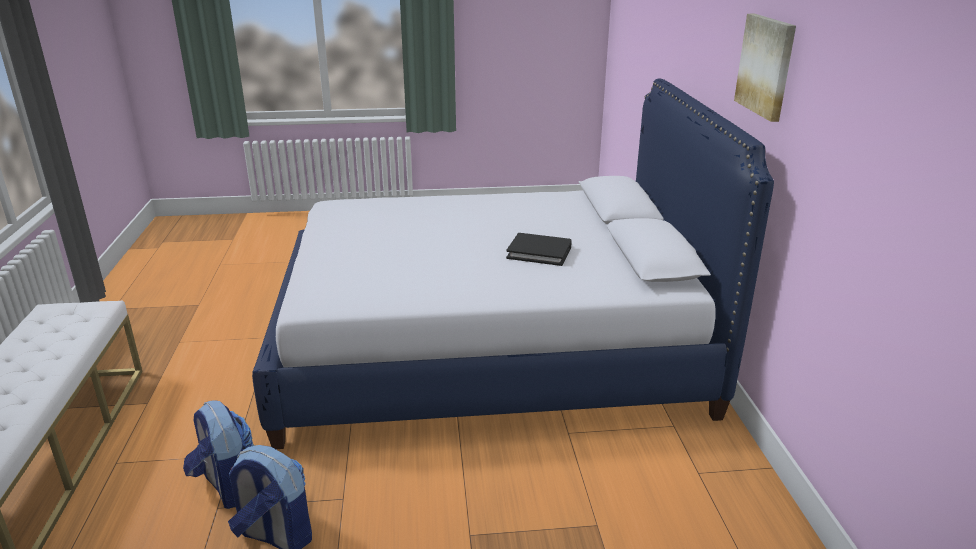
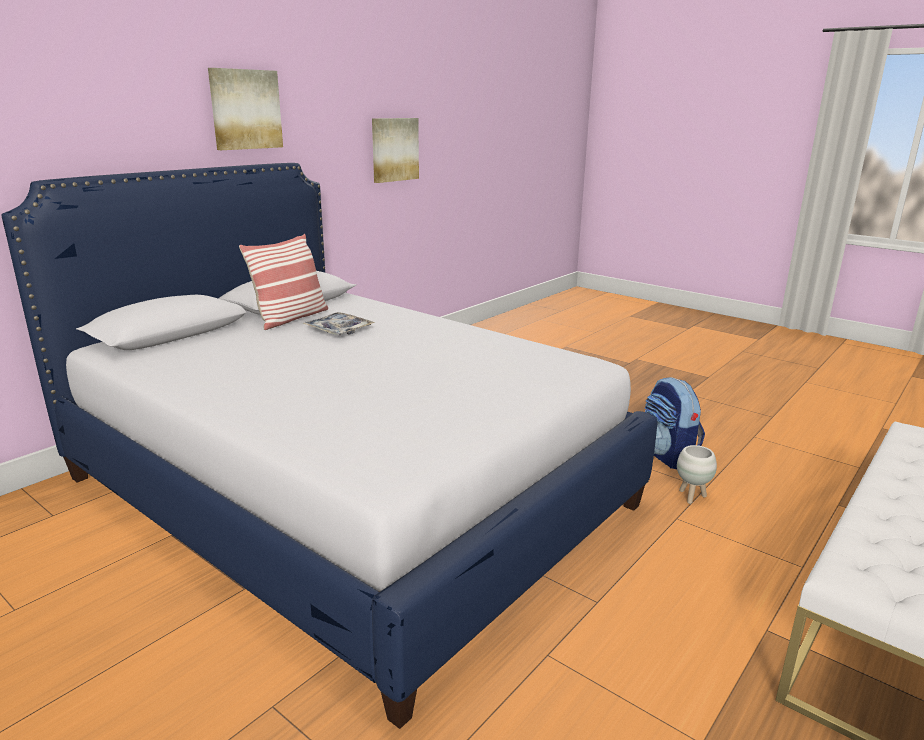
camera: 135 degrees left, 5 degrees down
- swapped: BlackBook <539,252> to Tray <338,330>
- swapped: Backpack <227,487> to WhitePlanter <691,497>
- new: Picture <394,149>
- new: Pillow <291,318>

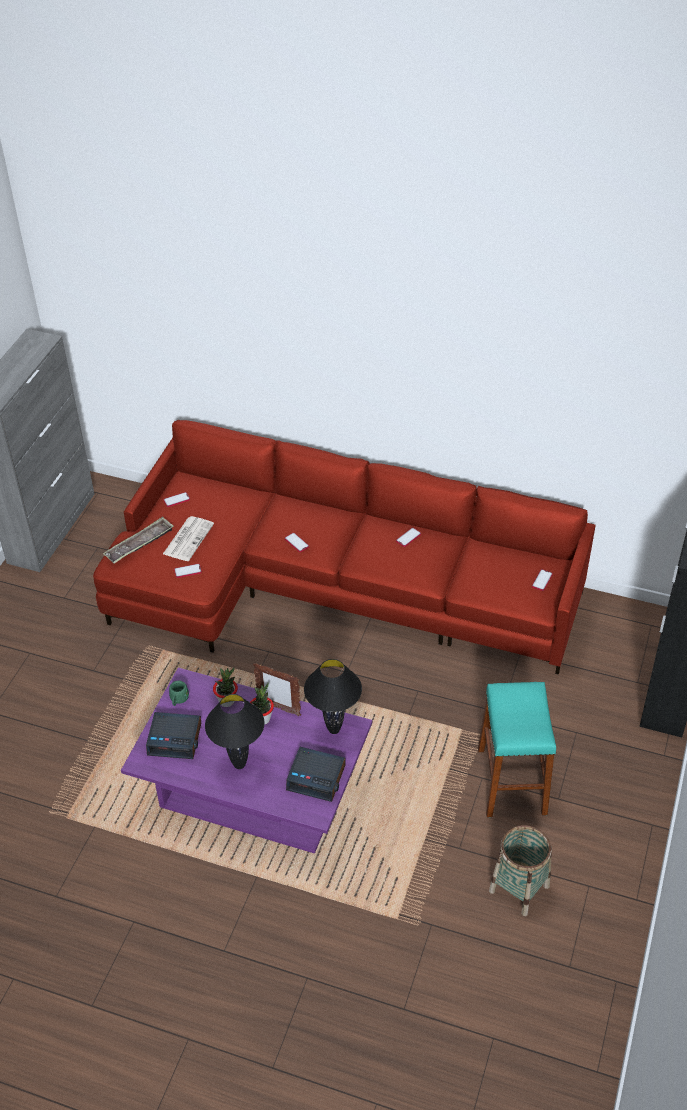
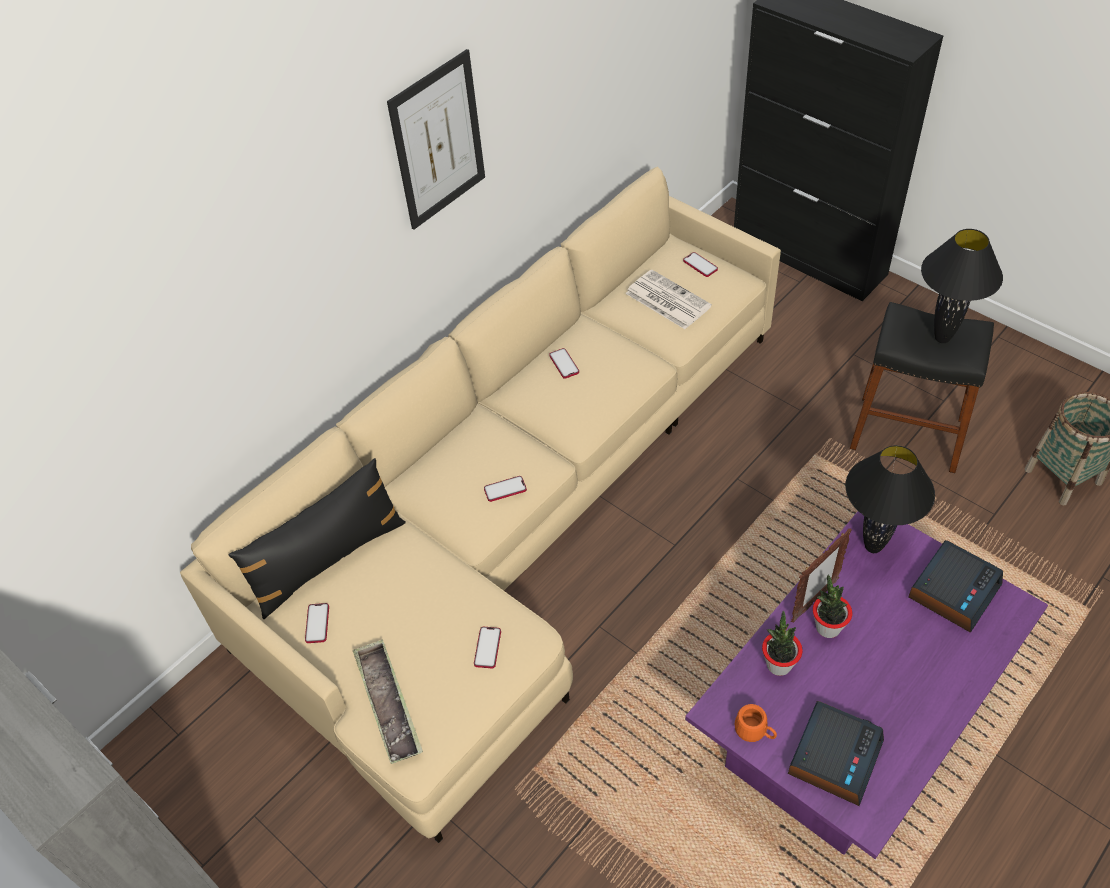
camera: 65 degrees left, 5 degrees up
- repainted: RedSofa <331,587> to BeigeSofa <514,517>
- shifted: Newspaper <188,538> to <666,300>
- repainted: GreenMug <178,700> to OrangeMug <755,732>
- repainted: TurquoiseStool <511,781> to BlackStool <907,433>
- shifted: BlackTableLamp <239,764> to <941,339>
- new: Picture <438,141>
- new: BlackPillow <328,560>

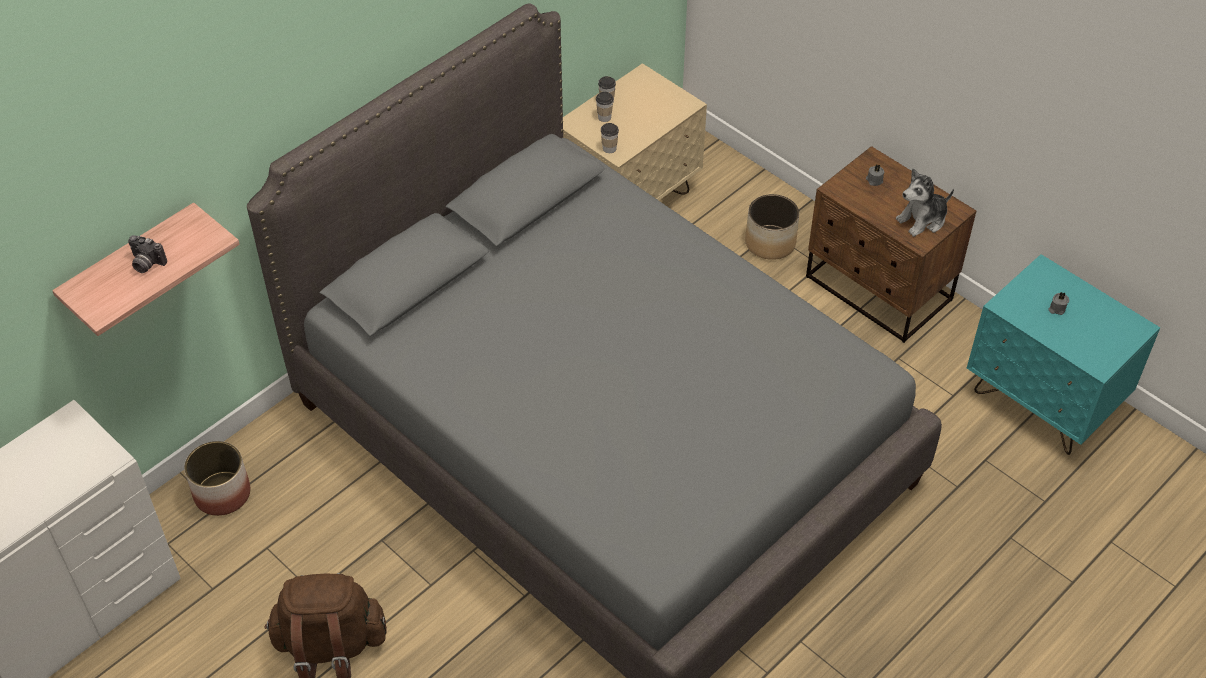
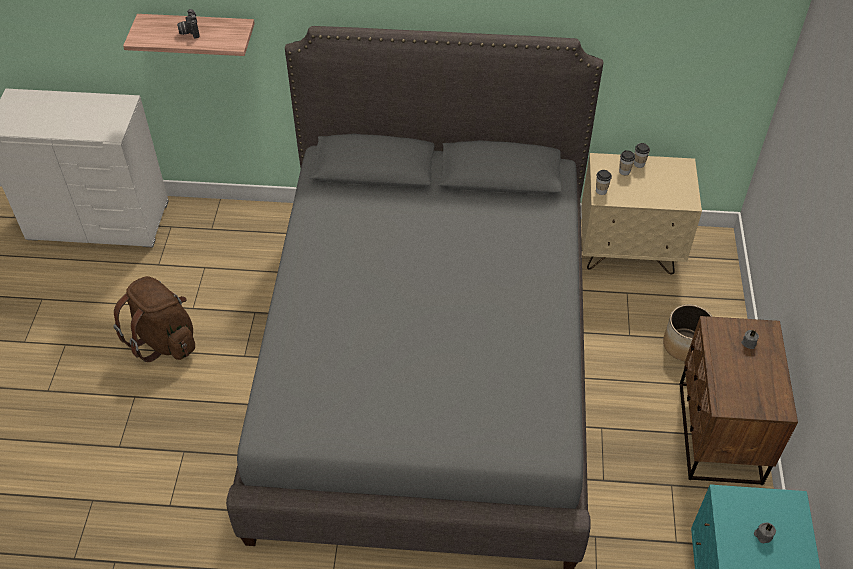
camera: 50 degrees right, 0 degrees up
- gone: PlushToy <922,220>
- gone: Planter <222,494>

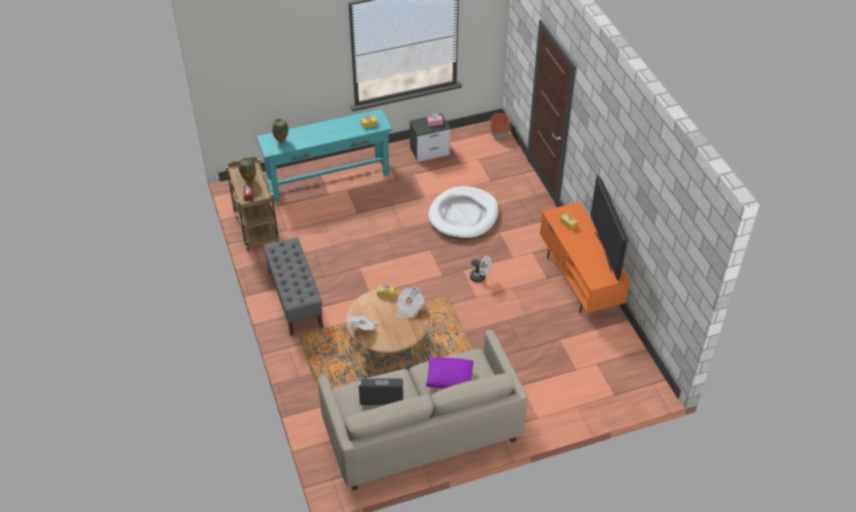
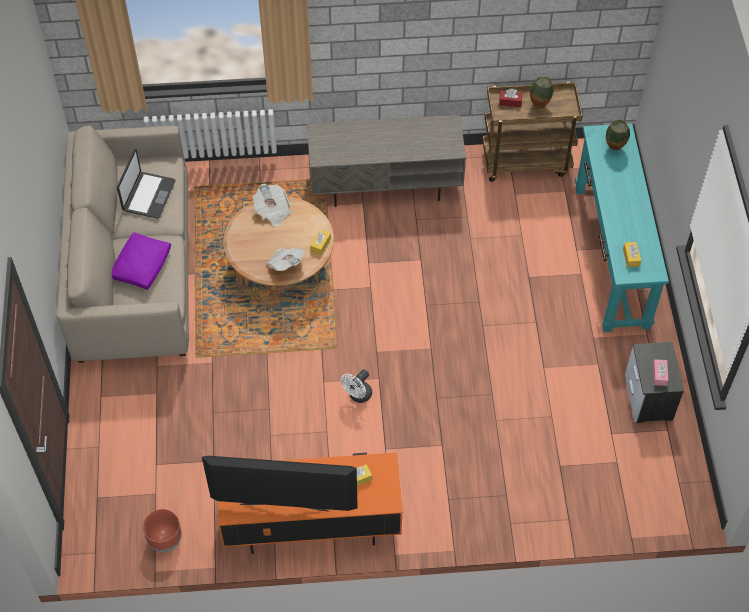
camera: 105 degrees right, 10 degrees up
- shifted: BrownPlanter <499,135> to <165,541>
- gone: WhiteDogBed <463,215>
- swapped: GreyBench <295,299> to GreyTvStand <386,184>

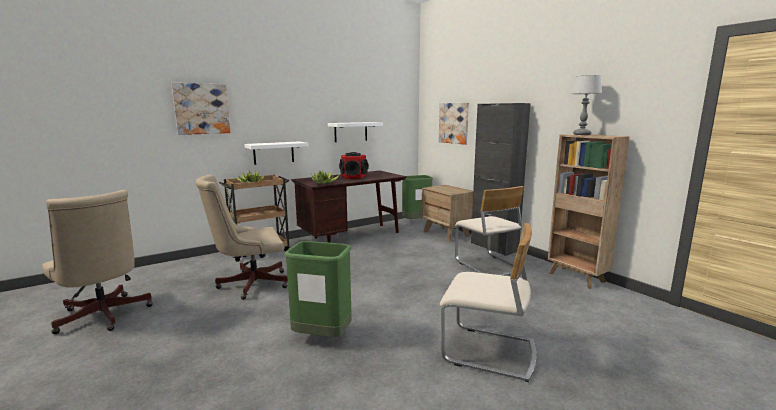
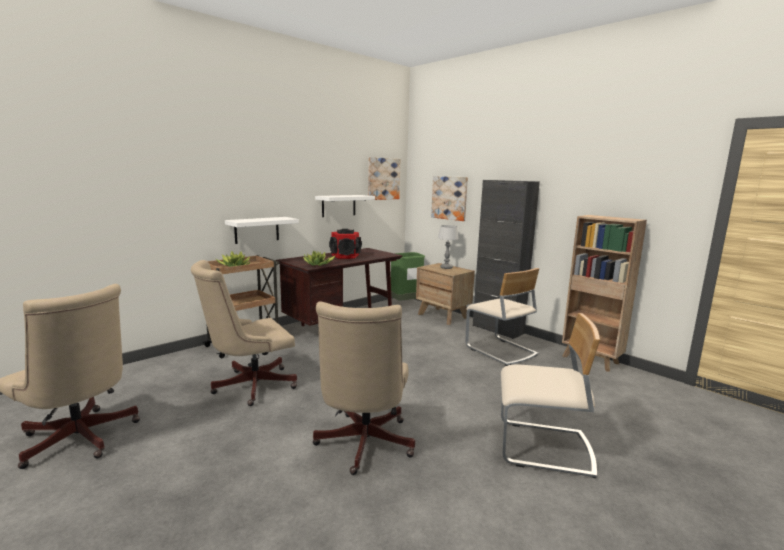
camera: 10 degrees left, 0 degrees up
- shifted: TableLamp <582,134> to <446,268>
- shifted: Picture <201,109> to <383,178>
- swapped: GreenTrashCan <322,337> to BeigeOfficeChair <363,446>

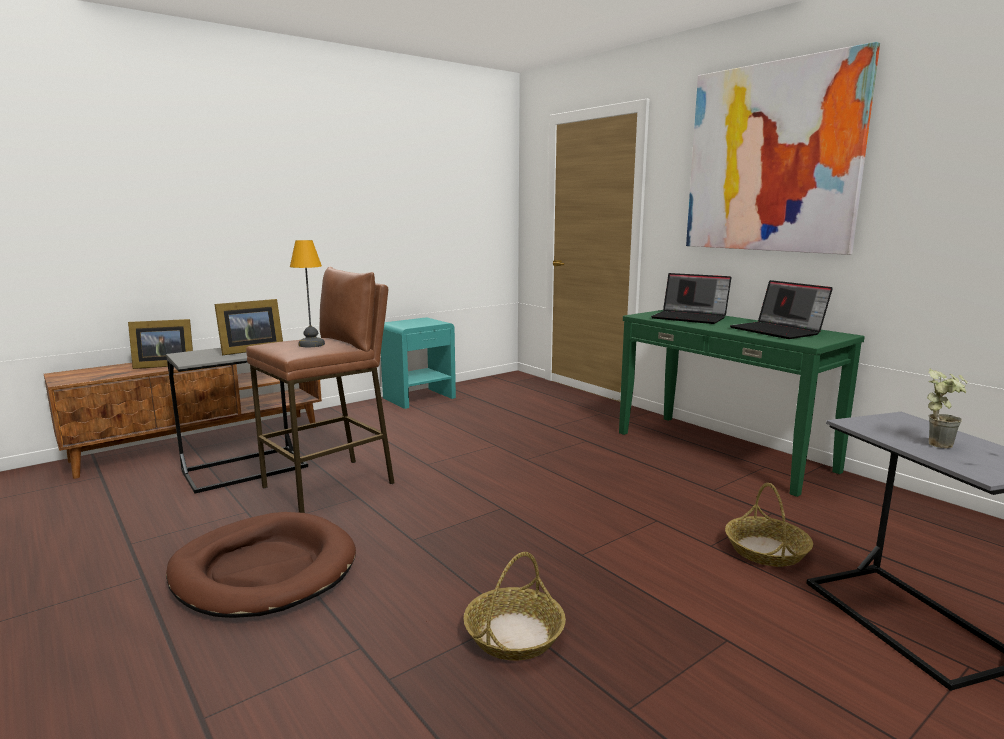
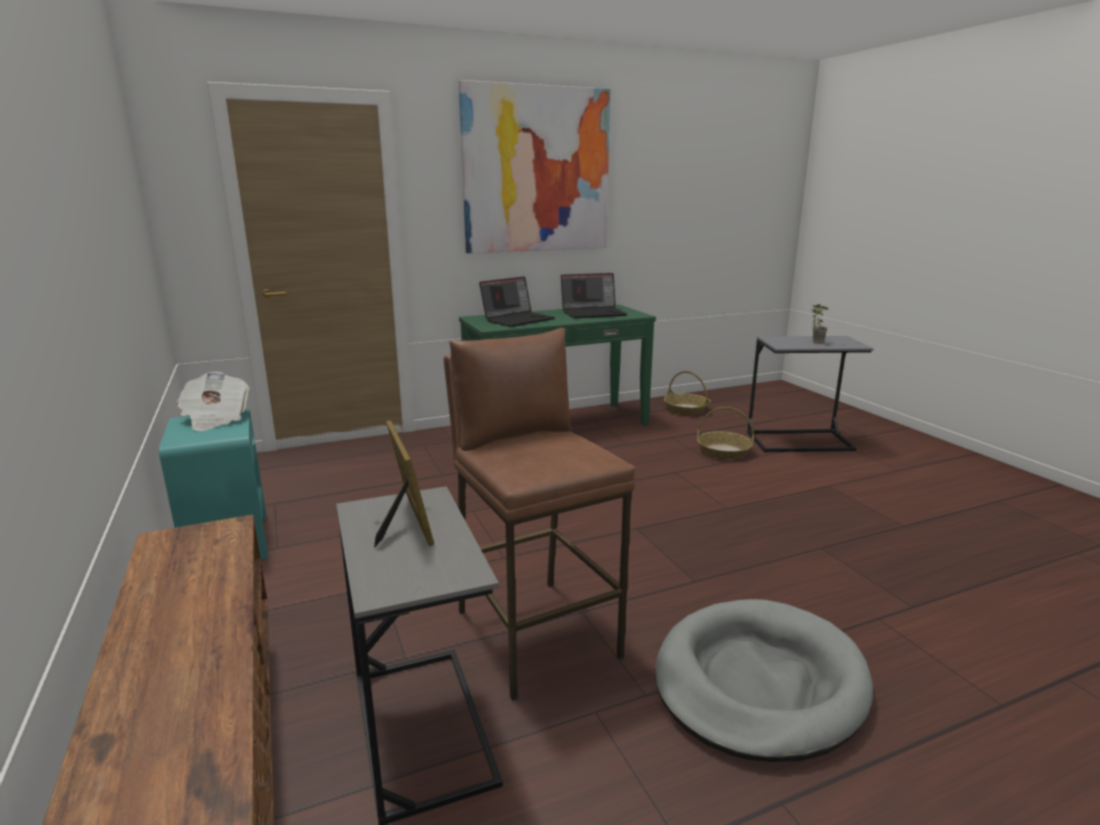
camera: 75 degrees left, 5 degrees up
- gone: TableLamp <311,344>
- gone: PictureFrame <163,365>
- repainted: BrownDogBed <264,570> to GreyDogBed <758,682>
- shifted: Basket <514,634> to <686,409>
- new: Newspaper <215,418>

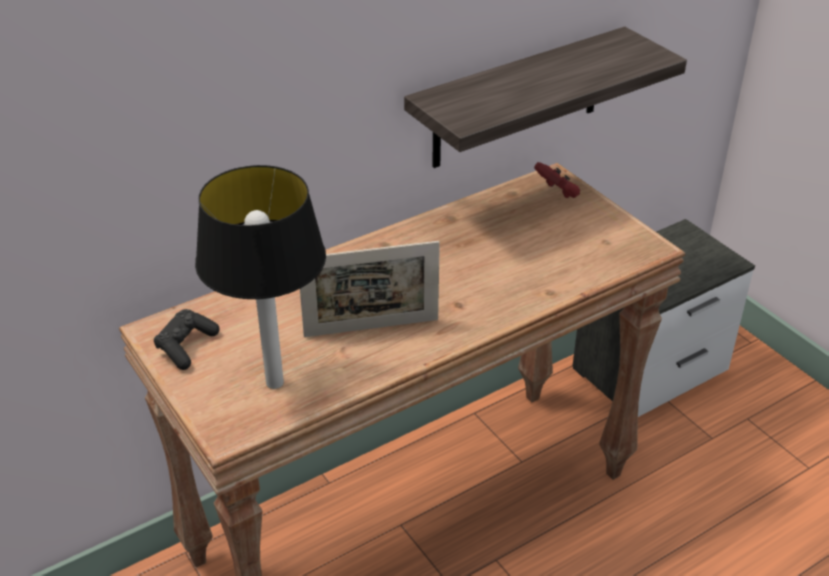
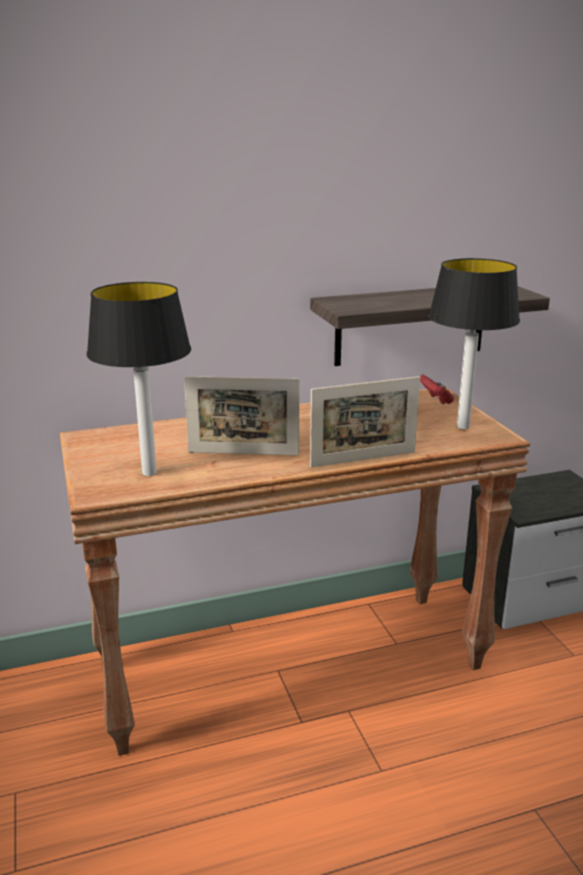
camera: 15 degrees right, 15 degrees down
- gone: BlackGameController <186,347>
- new: TableLamp <463,427>
- new: PictureFrame <363,459>

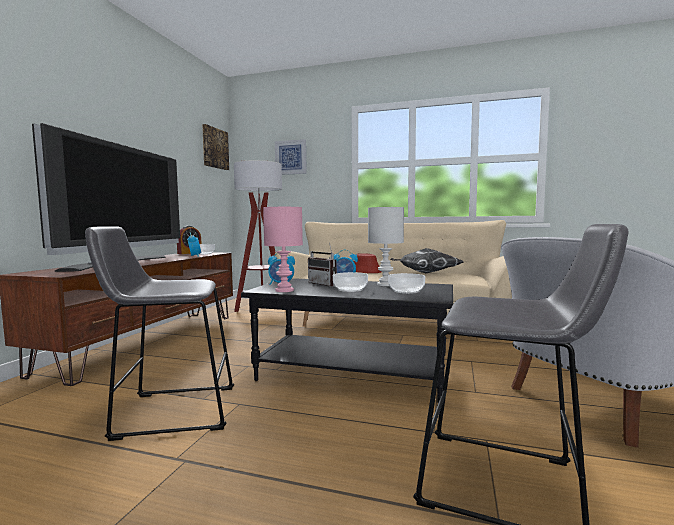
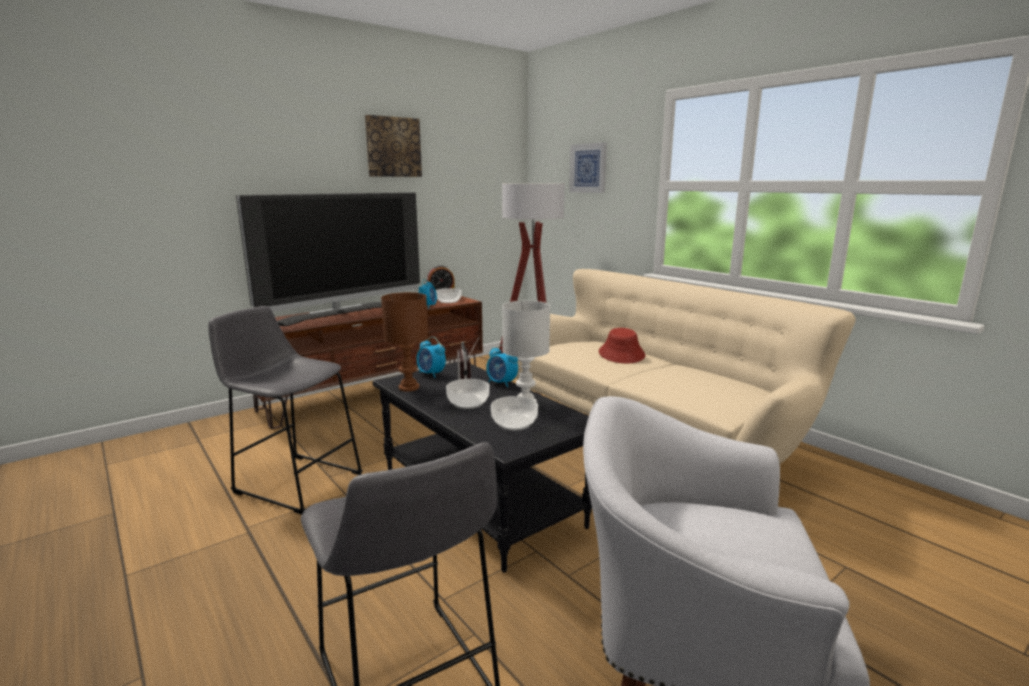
camera: 35 degrees right, 10 degrees up
- shifted: Picture <215,148> to <393,147>
- repainted: PinkTableLamp <285,290> to BrownTableLamp <409,388>
- gone: Pillow <425,273>

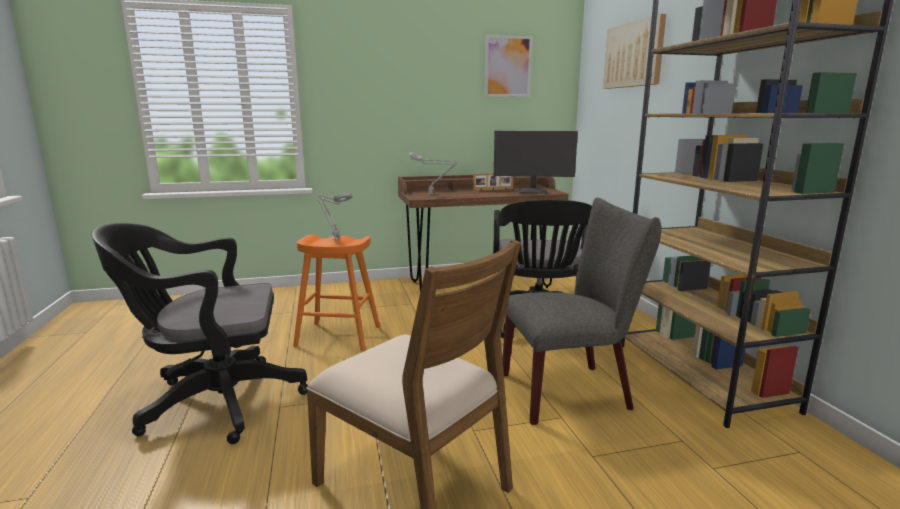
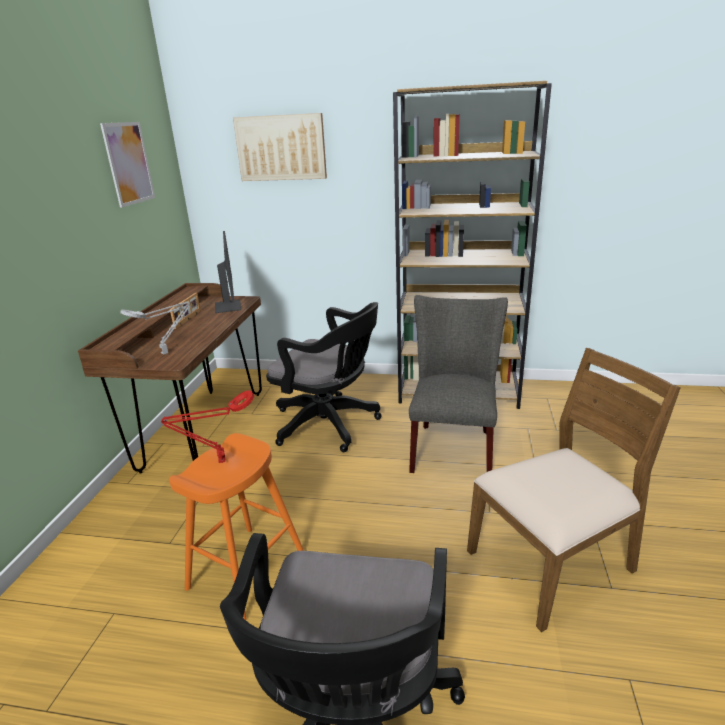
camera: 65 degrees left, 10 degrees up
- rotated: Monitor <533,191> = <229,306> 45 degrees counterclockwise
- repainted: GreyTableLamp <335,239> to RedTableLamp <219,461>

